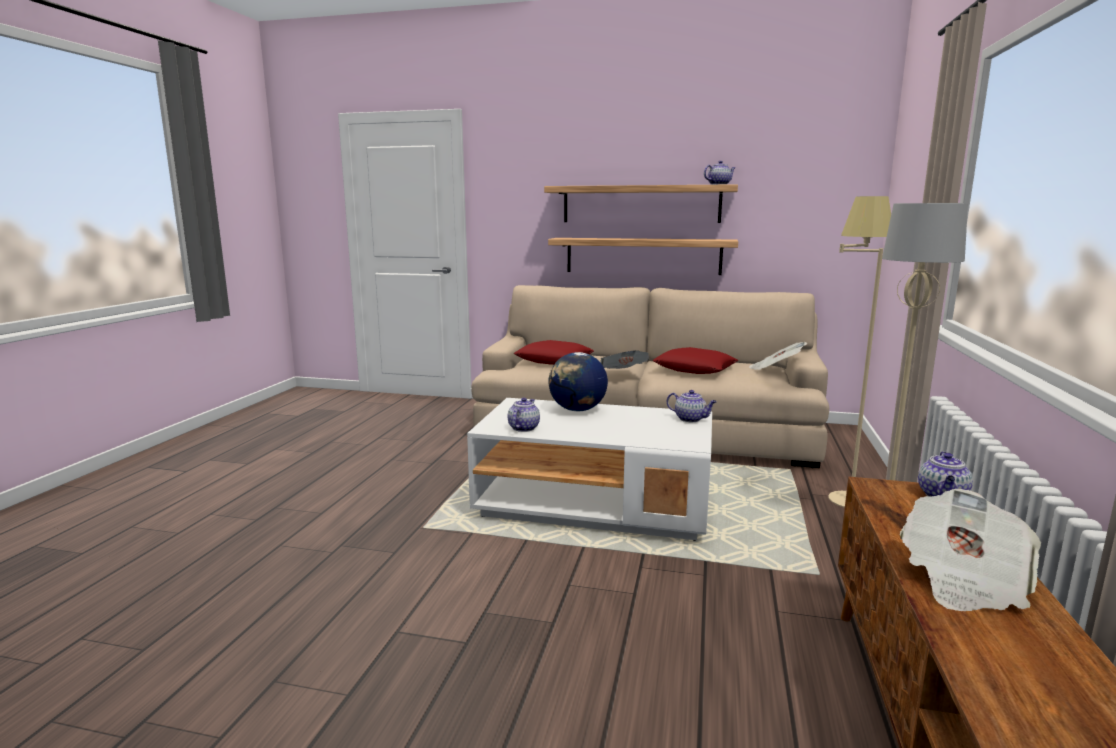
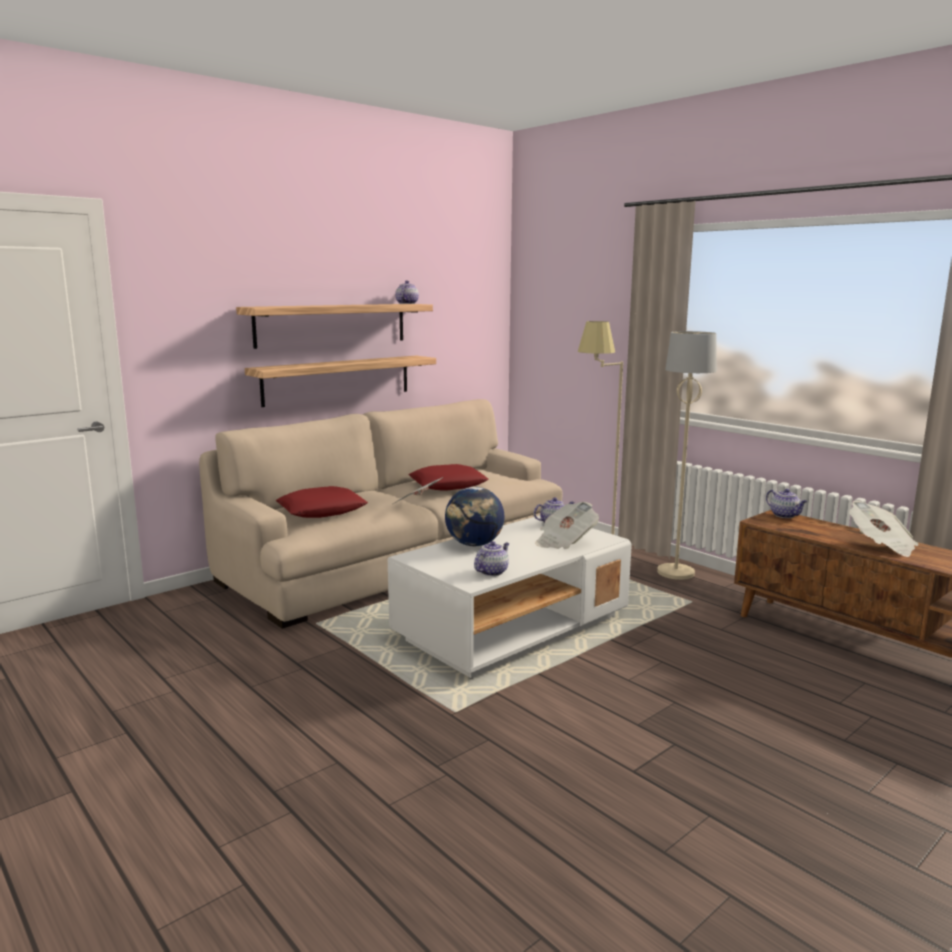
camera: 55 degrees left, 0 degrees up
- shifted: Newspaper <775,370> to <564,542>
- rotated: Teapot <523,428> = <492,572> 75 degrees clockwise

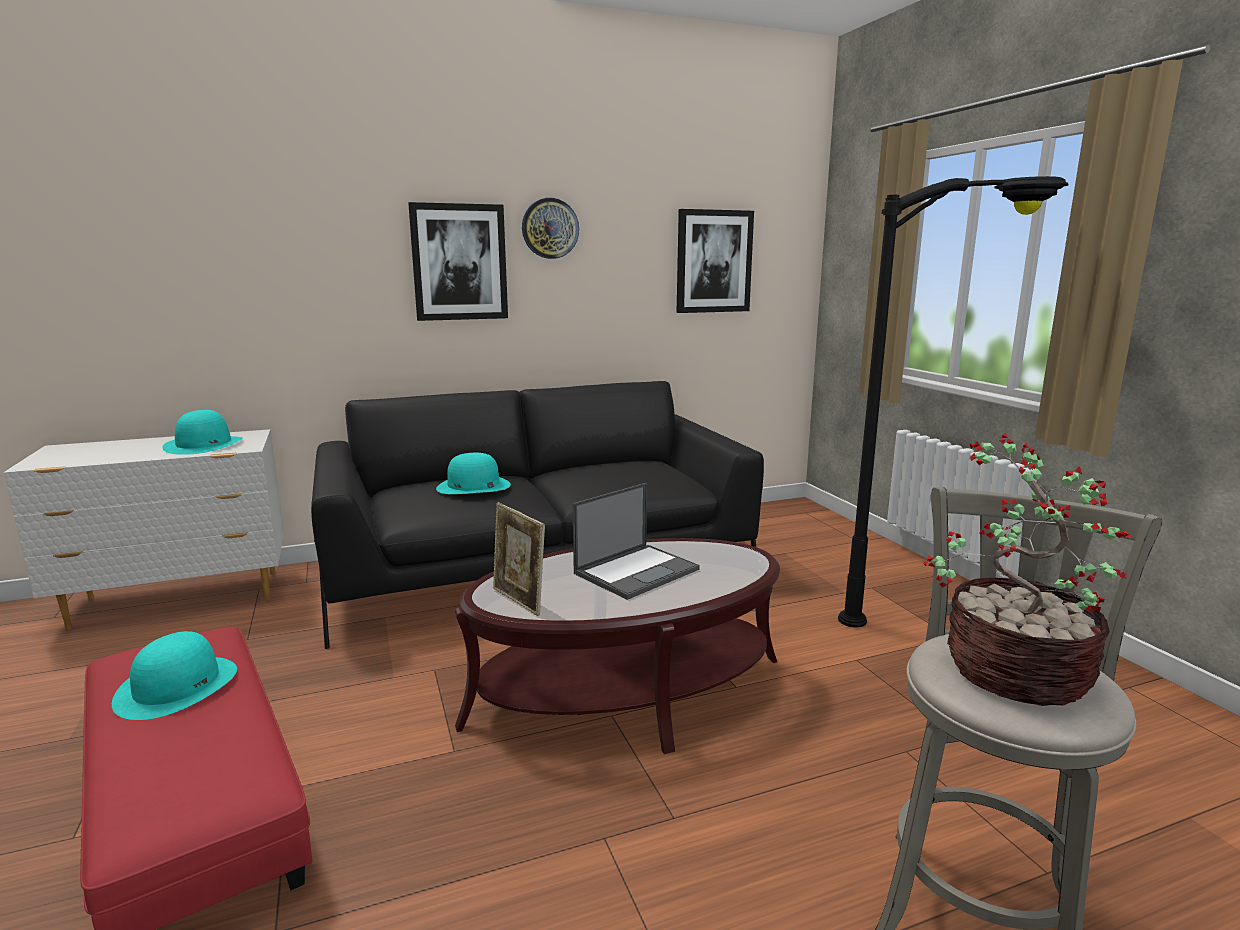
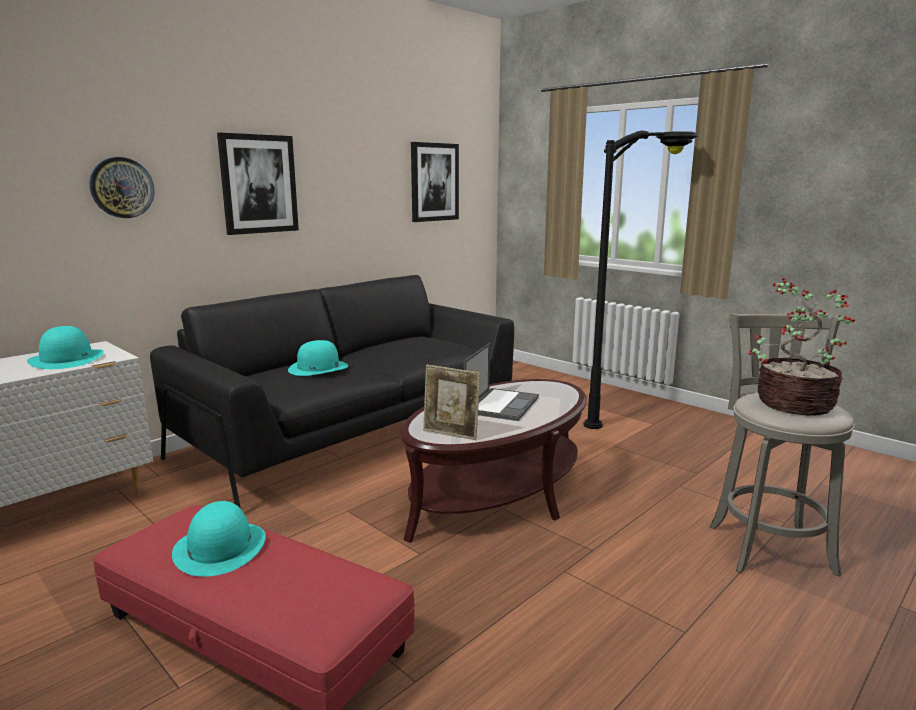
camera: 25 degrees left, 0 degrees up
- shifted: WallClock <550,228> to <122,187>

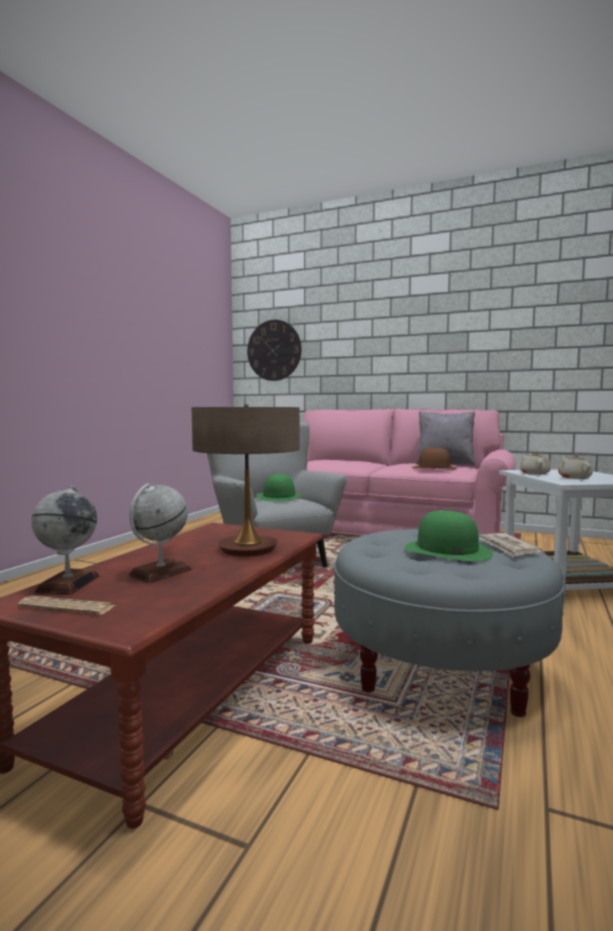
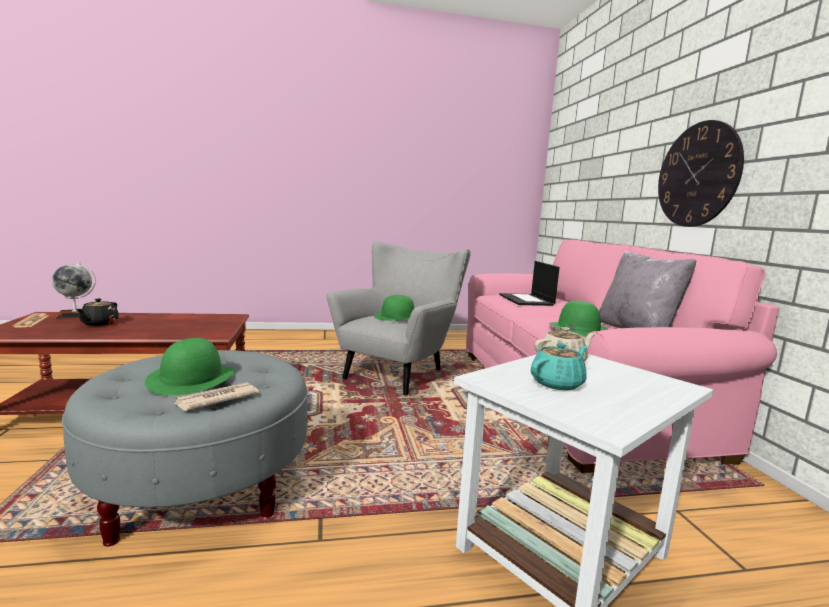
camera: 55 degrees right, 5 degrees up
- shifted: WallClock <274,350> to <697,175>
- gone: TableLamp <247,549>
- repainted: BrownHat <434,468> to GreenHat <578,329>
- repainted: BeigeTeapot <574,477> to TurquoiseTeapot <557,383>
- swapped: Globe <160,572> to BlackTeapot <99,323>
- new: Laptop <526,300>

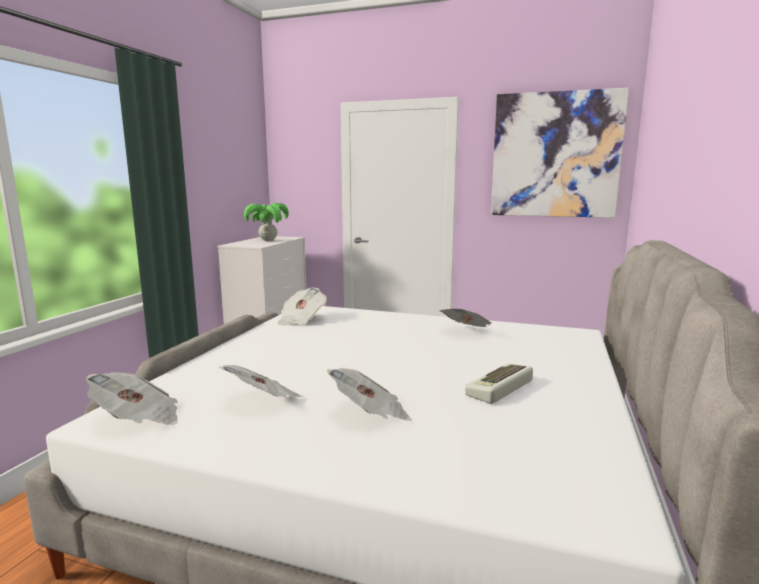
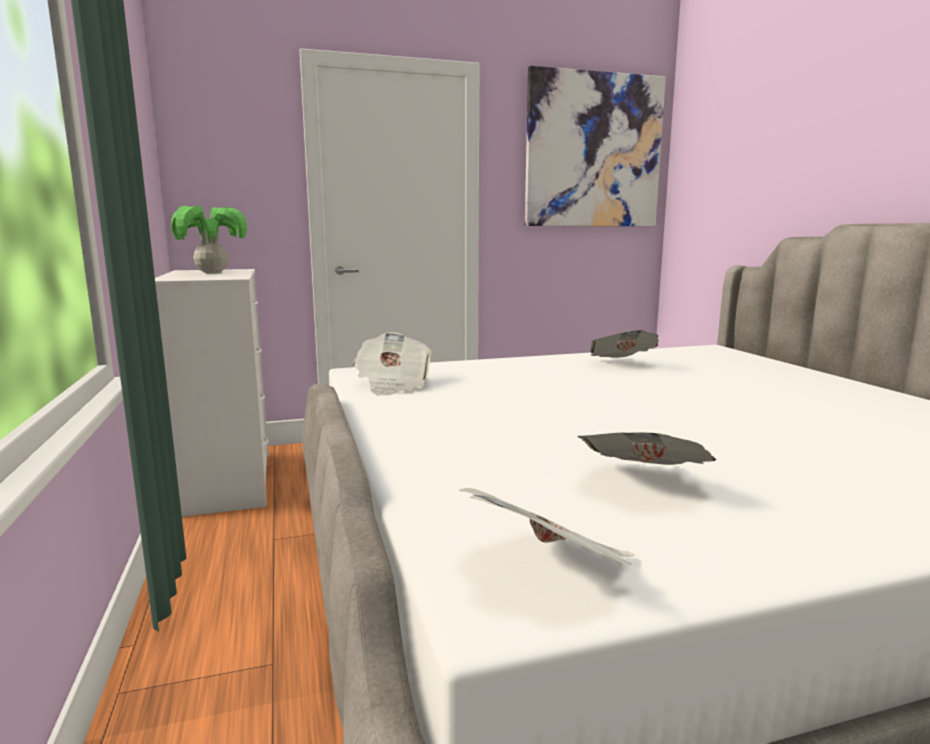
camera: 35 degrees left, 0 degrees up
- gone: Keyboard <501,389>
- gone: Newspaper <370,414>

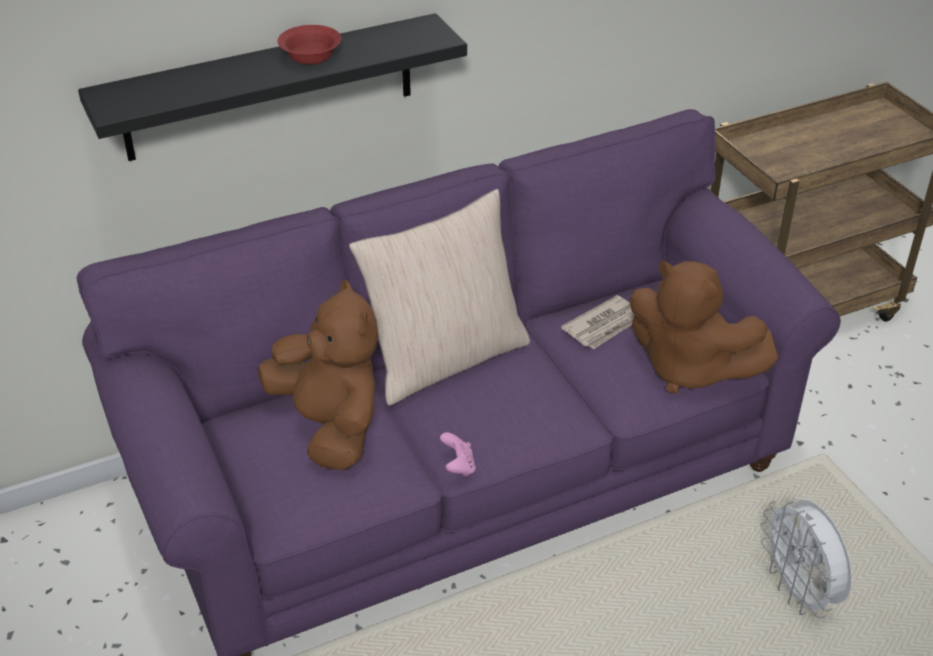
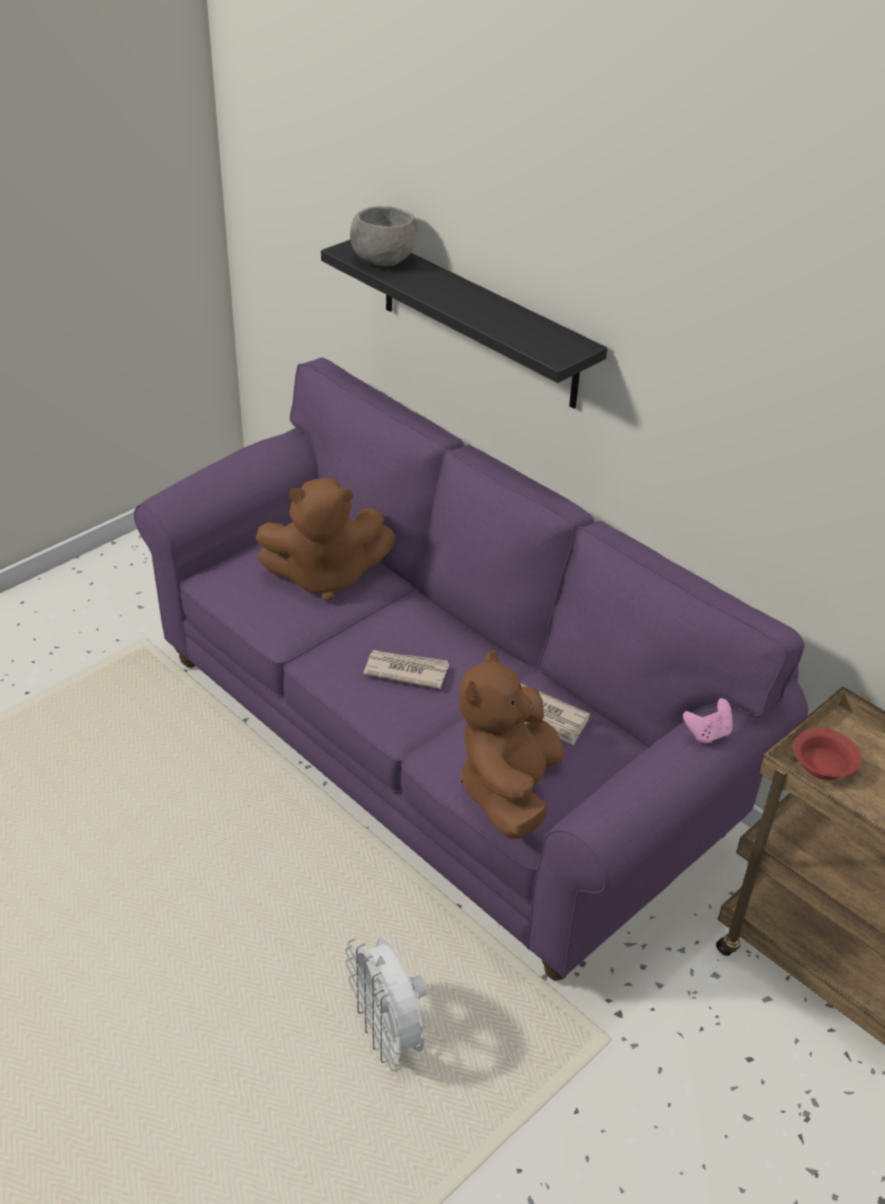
camera: 70 degrees right, 0 degrees up
- shifted: RedBowl <311,55> to <824,764>
- gone: BeigePillow <445,358>
- rotated: BrownPlushToy <330,426> = <325,577> 45 degrees clockwise
- shifted: PinkGameController <458,466> to <707,733>
- rotated: WhiteFan <799,593> = <389,1035> 75 degrees counterclockwise
- new: GreyBowl <382,261>
- new: Newspaper <405,670>

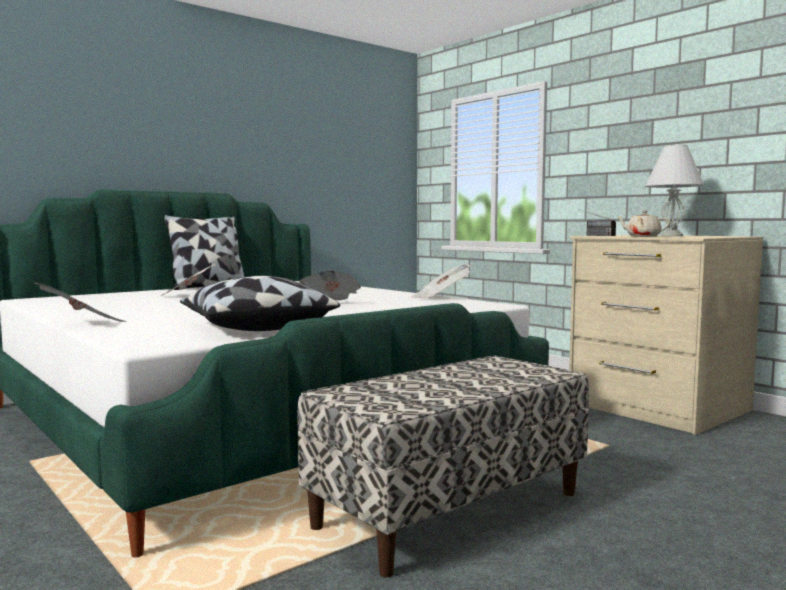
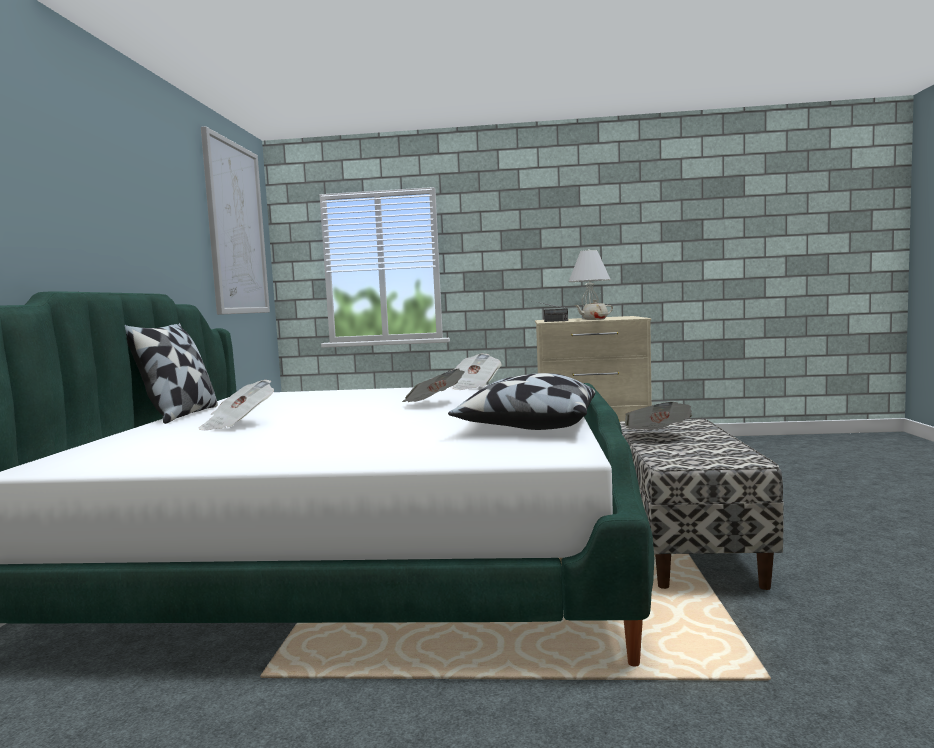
camera: 45 degrees left, 0 degrees up
- shifted: Newspaper <82,324> to <657,436>
- new: Picture <236,229>

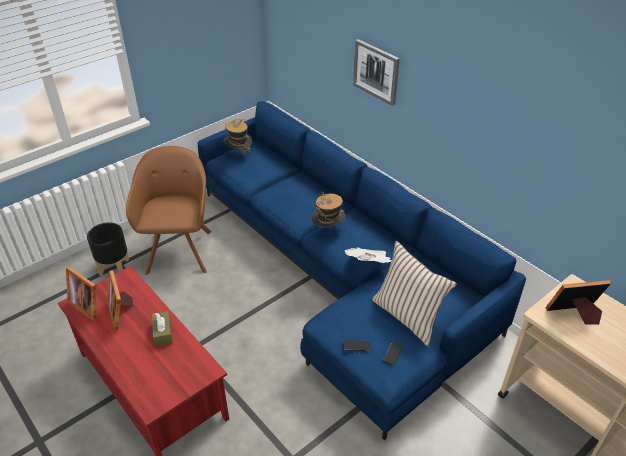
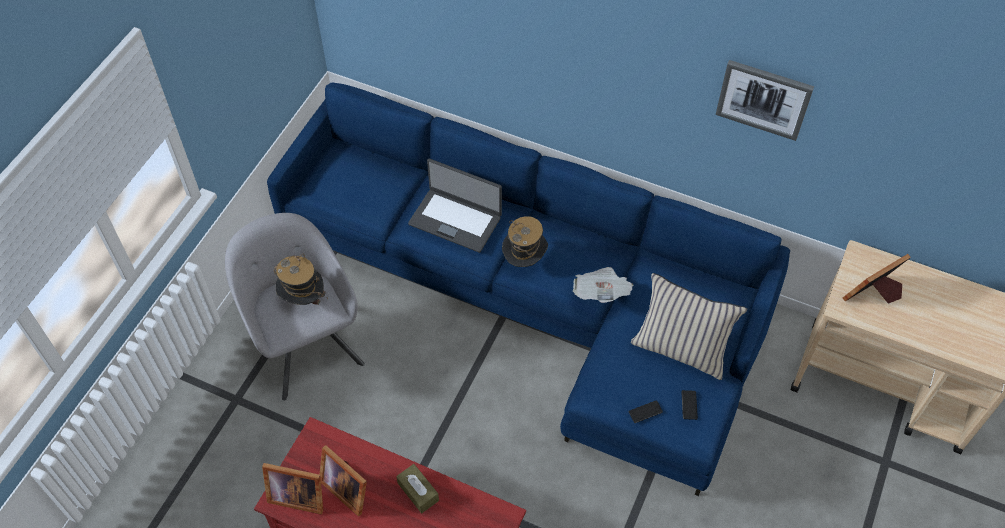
camera: 25 degrees left, 15 degrees up
- shifted: Picture <376,71> to <764,99>
- shifted: Hat <239,154> to <303,299>
- repainted: BrownArmchair <179,249> to GreyArmchair <305,342>
- gone: BlackPlanter <114,267>
- new: Laptop <455,219>

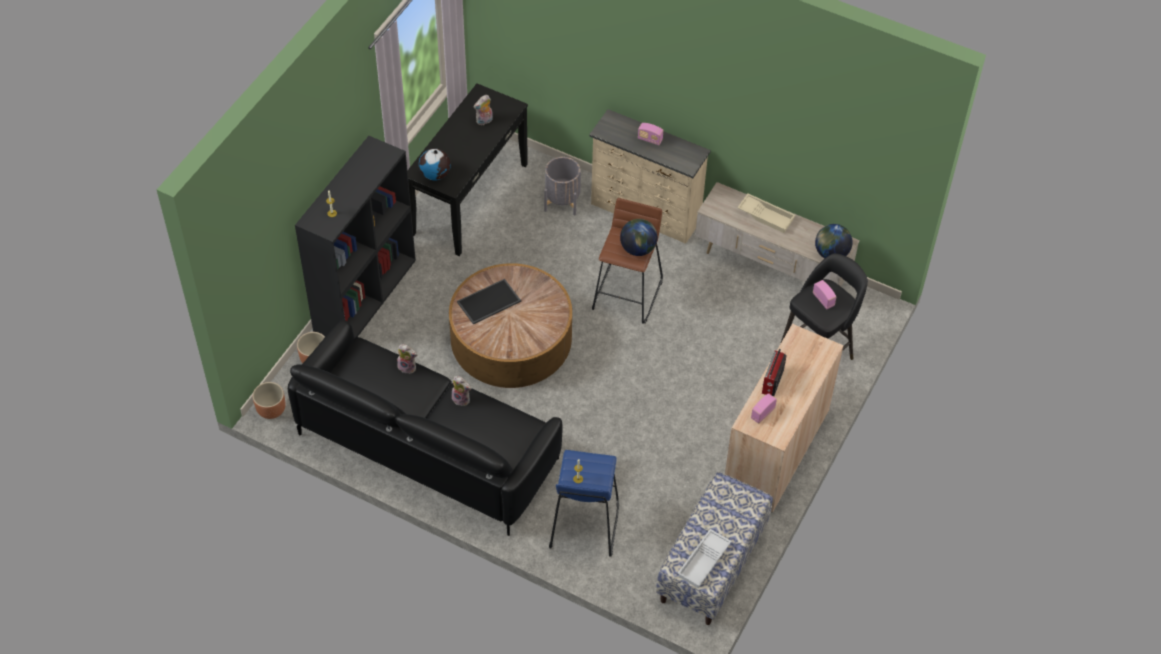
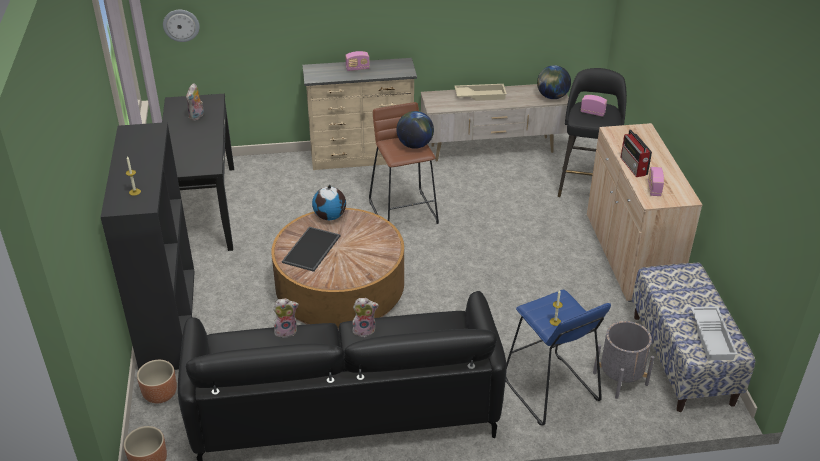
camera: 35 degrees left, 15 degrees down
- shifted: Globe <435,175> to <330,216>
- shifted: GreyPlanter <562,201> to <620,378>
- new: WallClock <181,25>

